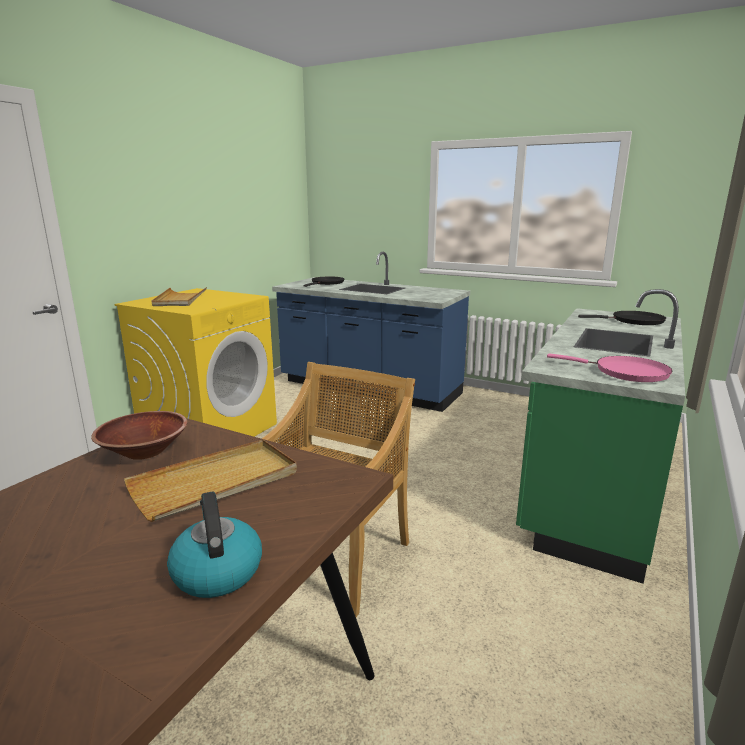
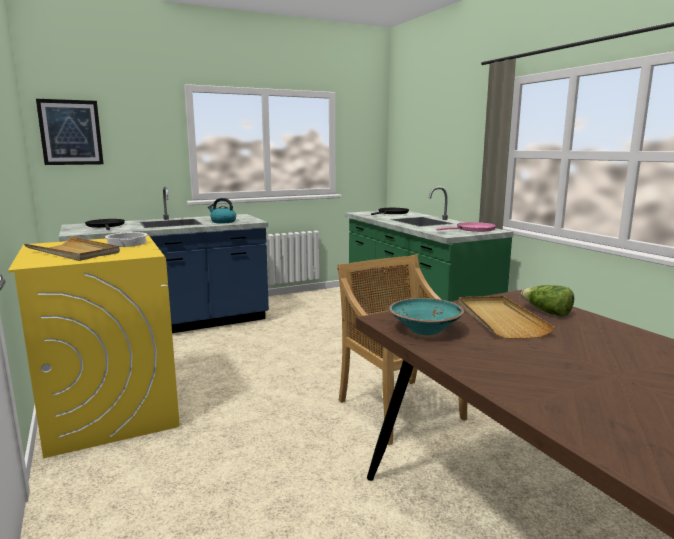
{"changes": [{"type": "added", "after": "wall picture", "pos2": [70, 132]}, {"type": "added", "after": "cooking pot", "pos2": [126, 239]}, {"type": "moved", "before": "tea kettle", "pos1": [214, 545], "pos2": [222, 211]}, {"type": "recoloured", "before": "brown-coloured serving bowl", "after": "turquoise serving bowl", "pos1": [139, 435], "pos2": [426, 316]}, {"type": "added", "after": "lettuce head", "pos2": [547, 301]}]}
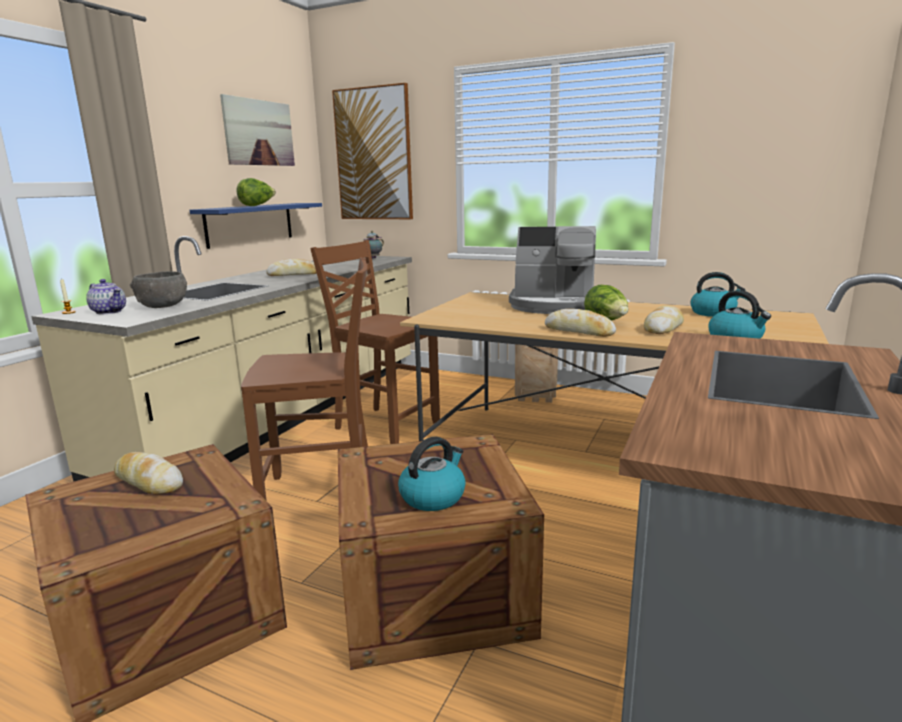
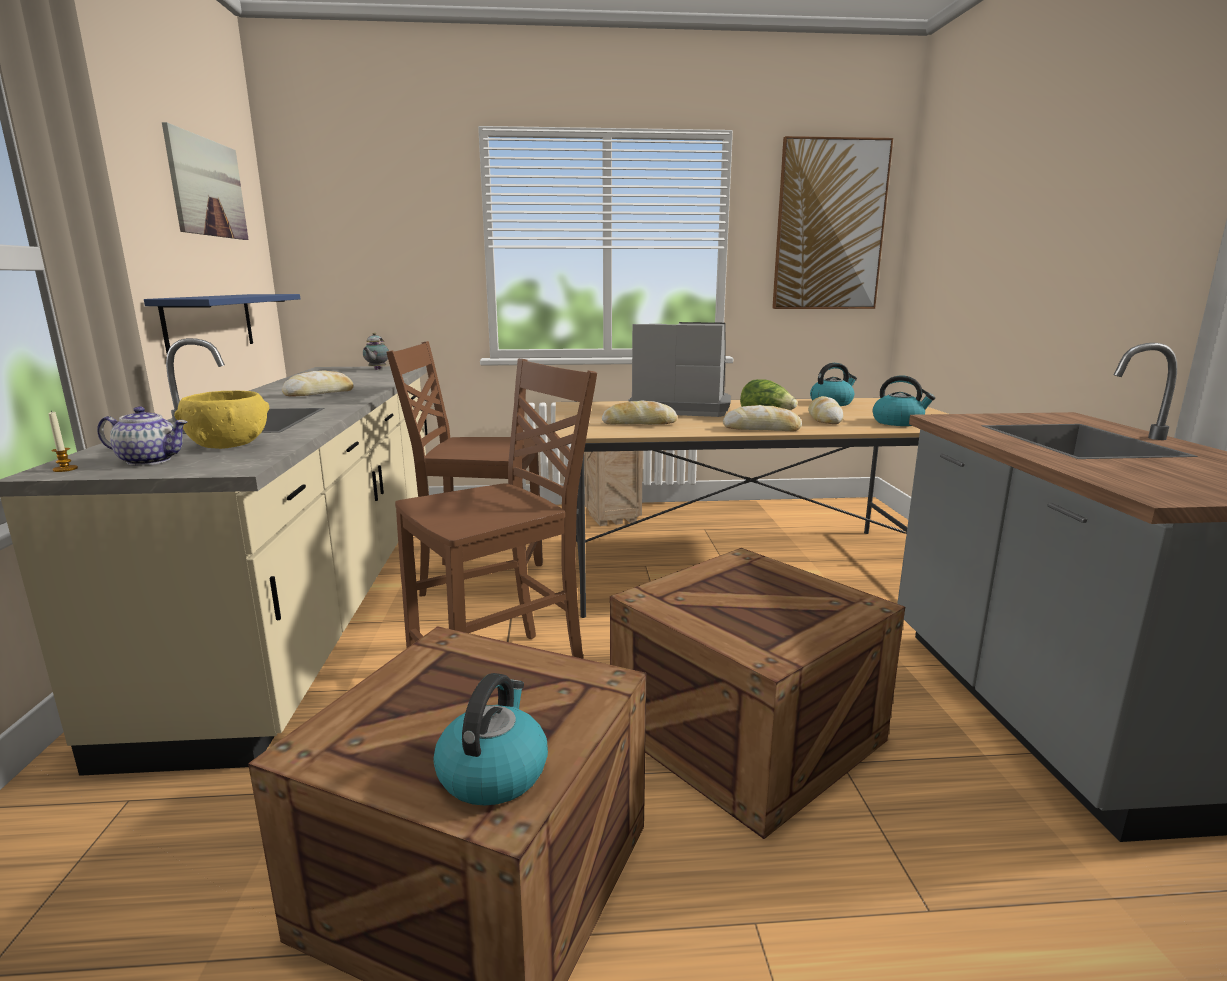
{"changes": [{"type": "recoloured", "before": "gray serving bowl", "after": "yellowish serving bowl", "pos1": [158, 289], "pos2": [221, 420]}, {"type": "moved", "before": "tea kettle", "pos1": [432, 474], "pos2": [490, 739]}, {"type": "moved", "before": "baked bread", "pos1": [148, 473], "pos2": [639, 413]}, {"type": "turned", "before": "coffee maker", "pos1": [552, 270], "pos2": [680, 369], "turn": -150}, {"type": "moved", "before": "wall picture", "pos1": [372, 151], "pos2": [832, 222]}, {"type": "removed", "before": "lettuce head", "pos1": [256, 192]}]}
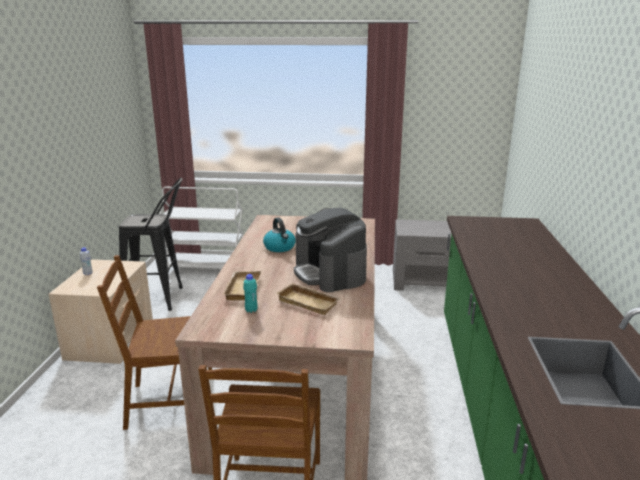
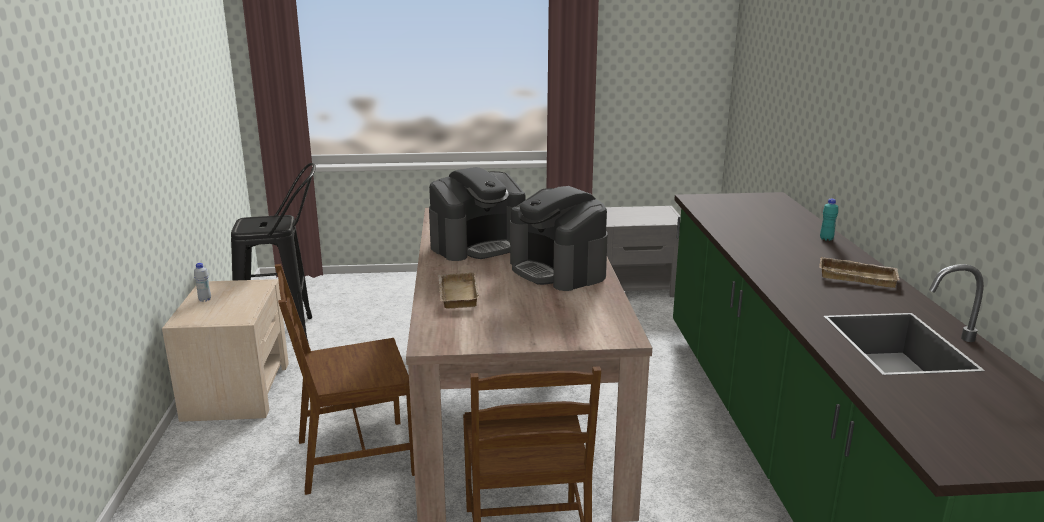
{"changes": [{"type": "replaced", "before": "tea kettle", "after": "coffee maker", "pos1": [279, 234], "pos2": [477, 214]}, {"type": "moved", "before": "sand-coloured serving tray", "pos1": [308, 299], "pos2": [859, 272]}, {"type": "moved", "before": "turquoise bottle", "pos1": [250, 293], "pos2": [829, 220]}, {"type": "removed", "before": "white-coloured cart", "pos1": [202, 230]}]}
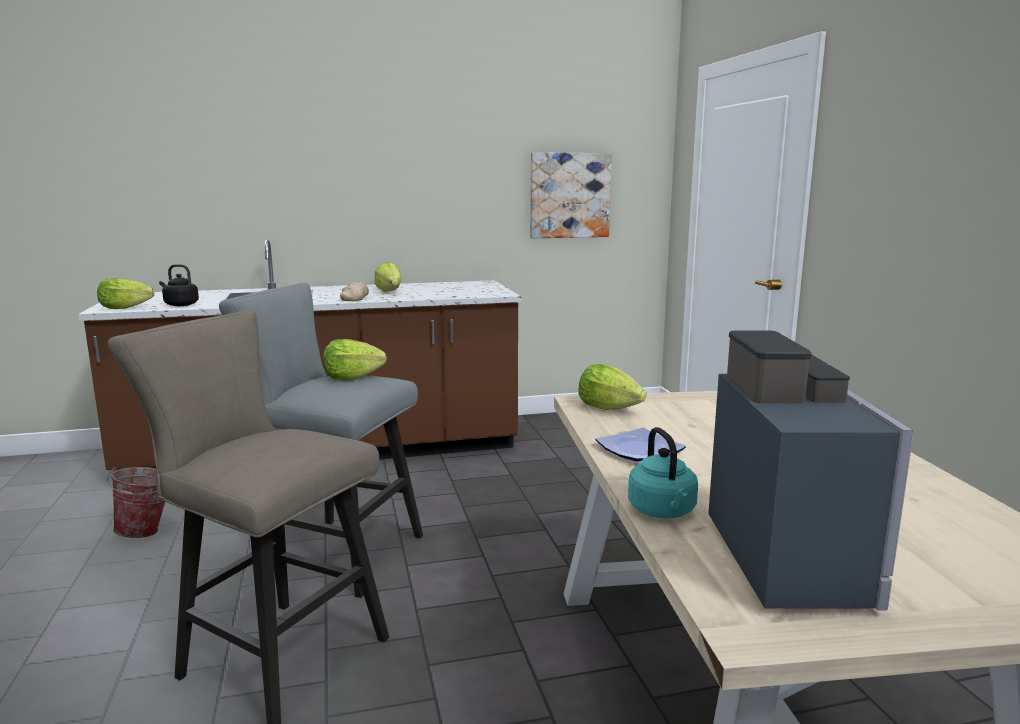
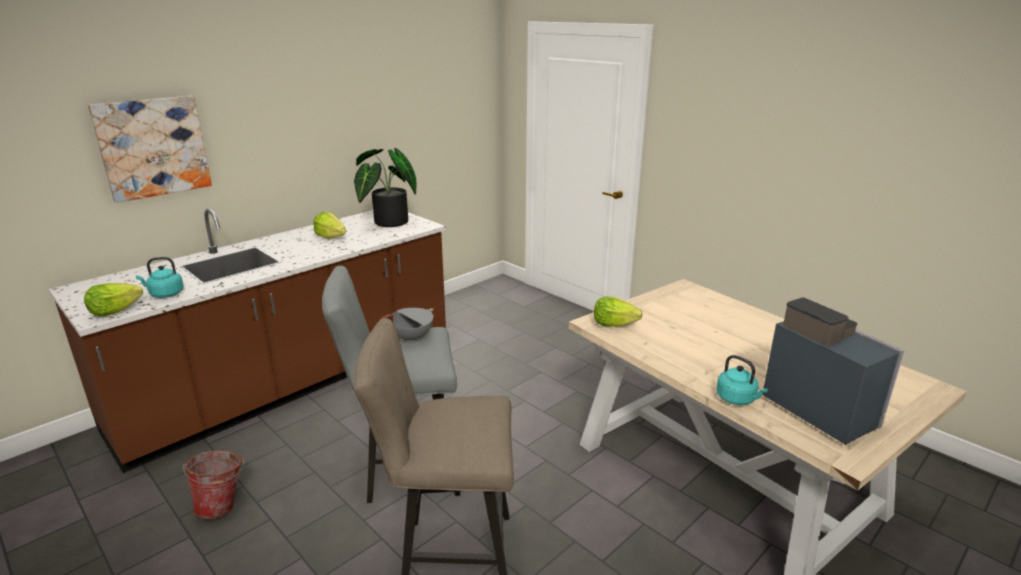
{"changes": [{"type": "moved", "before": "wall picture", "pos1": [571, 195], "pos2": [150, 149]}, {"type": "recoloured", "before": "black tea kettle", "after": "turquoise tea kettle", "pos1": [179, 285], "pos2": [160, 277]}, {"type": "added", "after": "plant in a pot", "pos2": [385, 187]}, {"type": "replaced", "before": "lettuce head", "after": "gray cooking pot", "pos1": [355, 359], "pos2": [407, 325]}, {"type": "removed", "before": "baked bread", "pos1": [354, 291]}, {"type": "removed", "before": "flat dish", "pos1": [640, 444]}]}
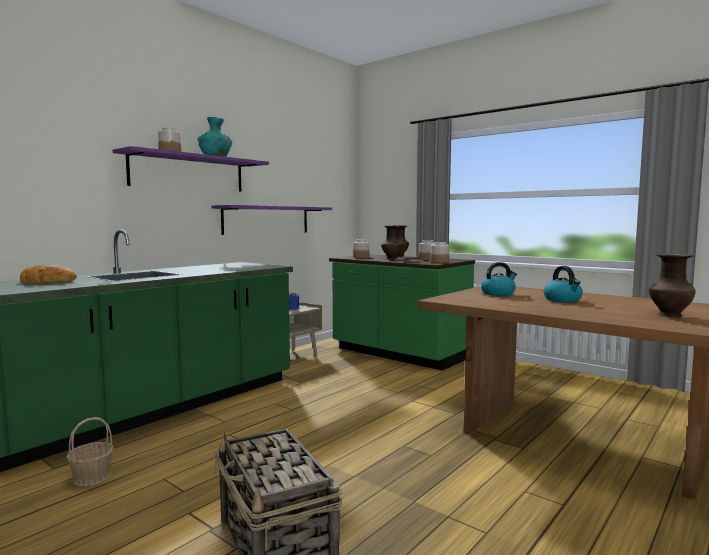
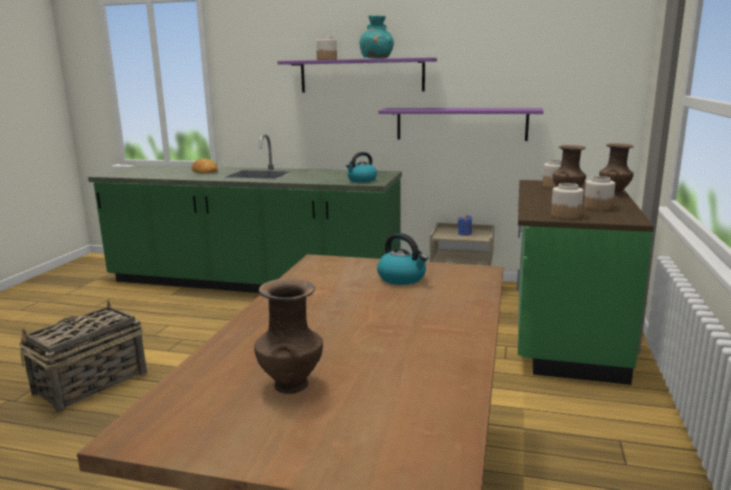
{"changes": [{"type": "moved", "before": "tea kettle", "pos1": [563, 284], "pos2": [361, 167]}, {"type": "removed", "before": "household basket", "pos1": [90, 451]}]}
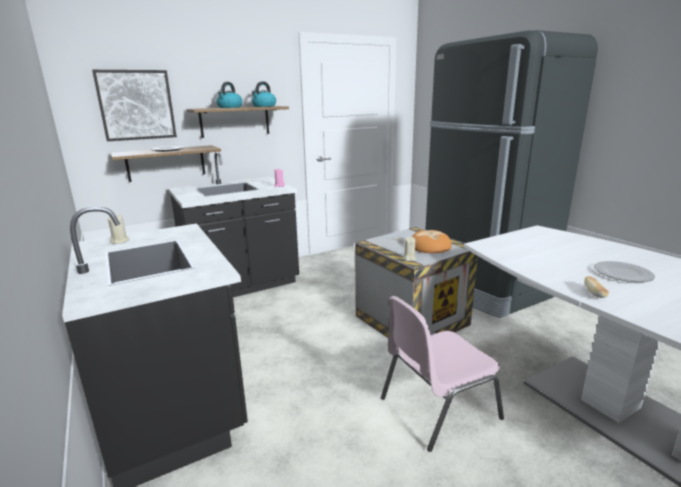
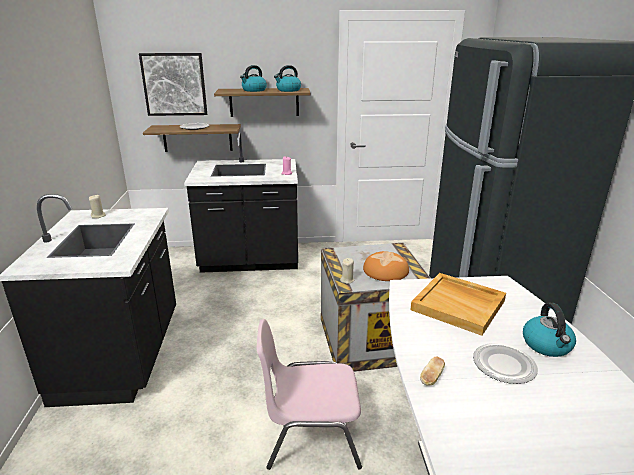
{"changes": [{"type": "added", "after": "sand-coloured serving tray", "pos2": [458, 304]}, {"type": "added", "after": "tea kettle", "pos2": [549, 330]}]}
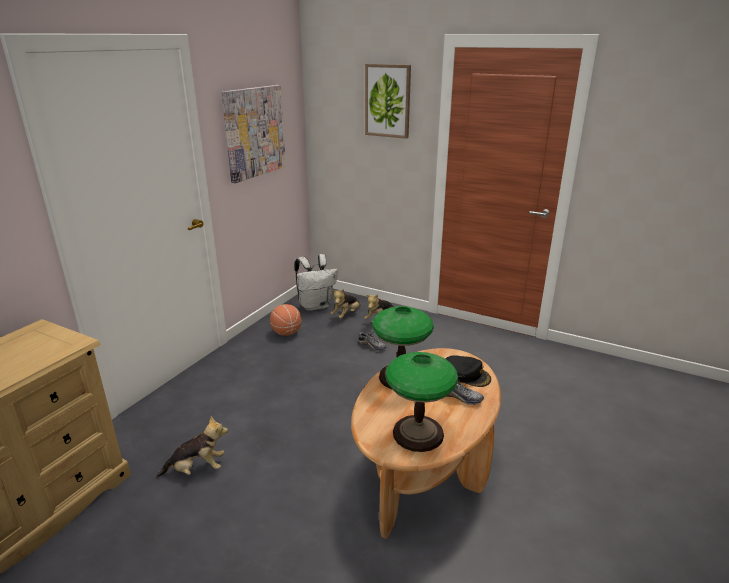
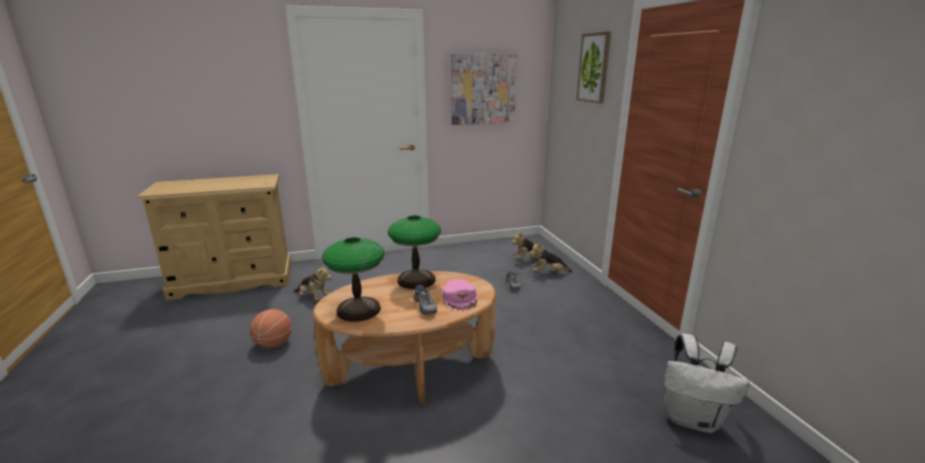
{"changes": [{"type": "moved", "before": "basketball ball", "pos1": [285, 320], "pos2": [271, 328]}, {"type": "recoloured", "before": "black peaked cap", "after": "pinkish peaked cap", "pos1": [468, 371], "pos2": [459, 295]}, {"type": "moved", "before": "white-coloured backpack", "pos1": [315, 282], "pos2": [707, 383]}]}
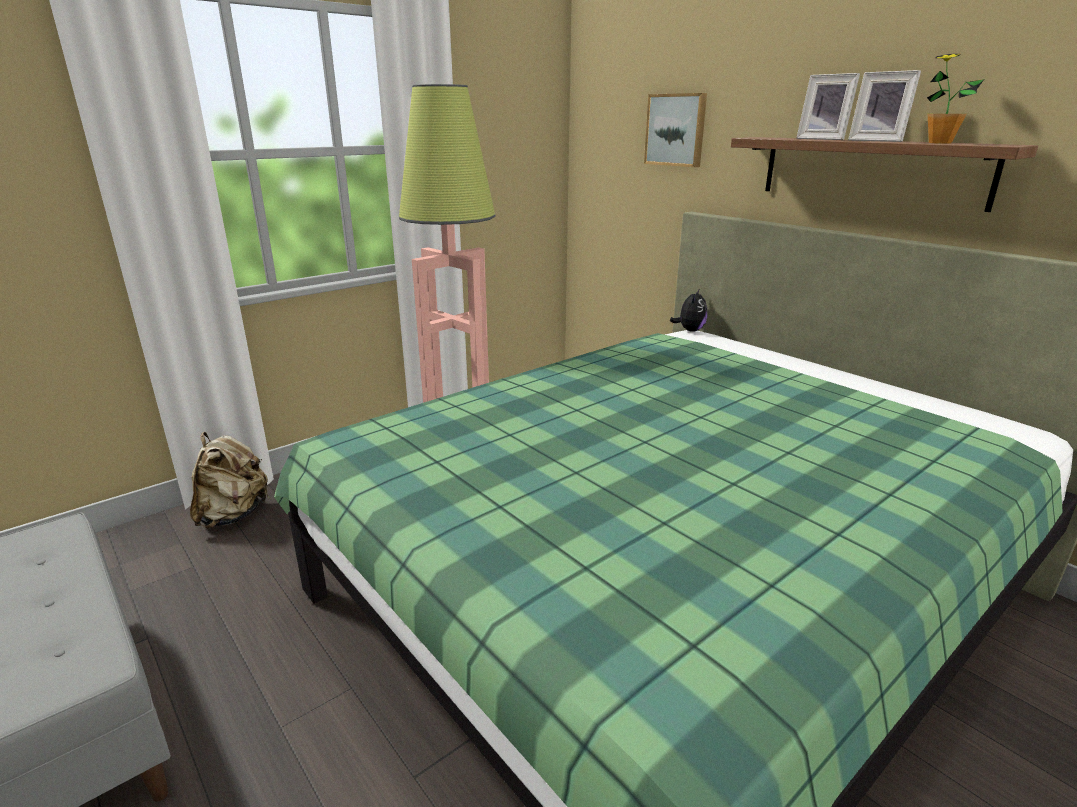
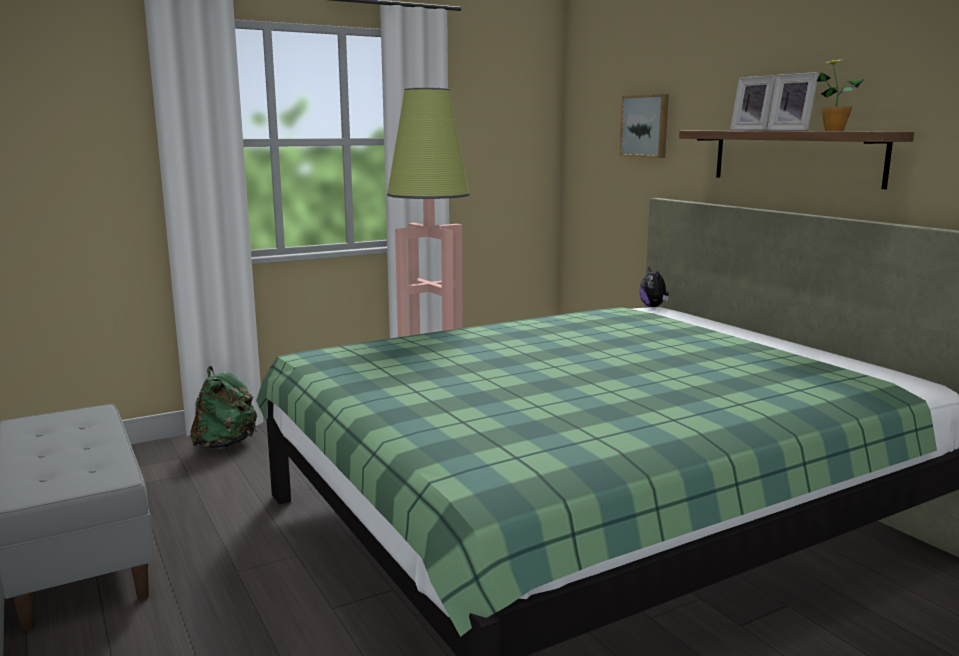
{"changes": [{"type": "recoloured", "before": "sand-coloured backpack", "after": "green-coloured backpack", "pos1": [230, 480], "pos2": [223, 407]}, {"type": "turned", "before": "soft toy", "pos1": [688, 310], "pos2": [654, 287], "turn": 135}]}
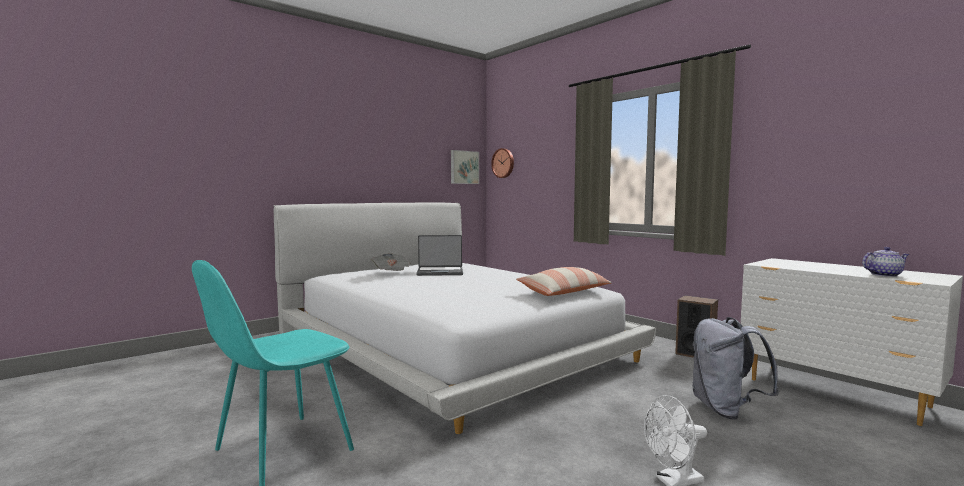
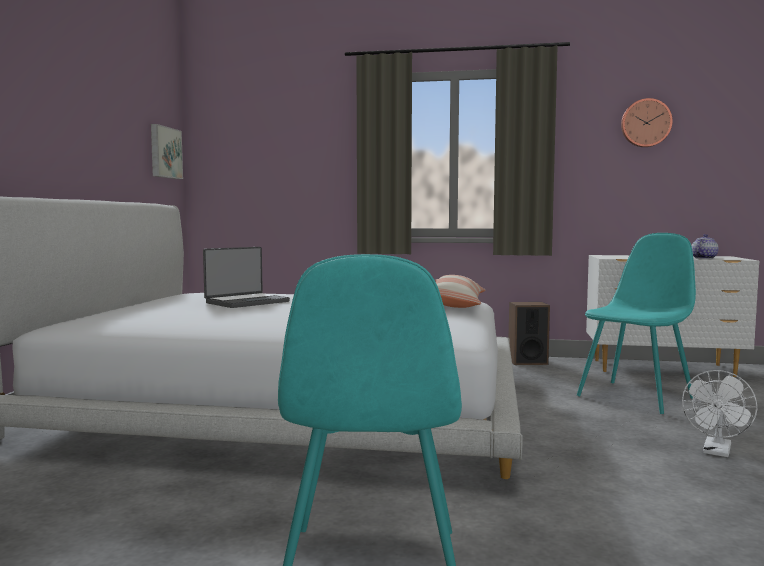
{"changes": [{"type": "replaced", "before": "gray backpack", "after": "turquoise plain chair", "pos1": [736, 368], "pos2": [636, 323]}, {"type": "moved", "before": "clock on the wall", "pos1": [502, 163], "pos2": [647, 122]}, {"type": "removed", "before": "daily paper", "pos1": [391, 262]}]}
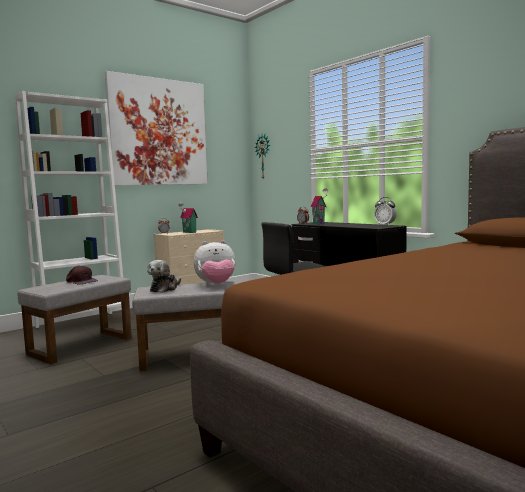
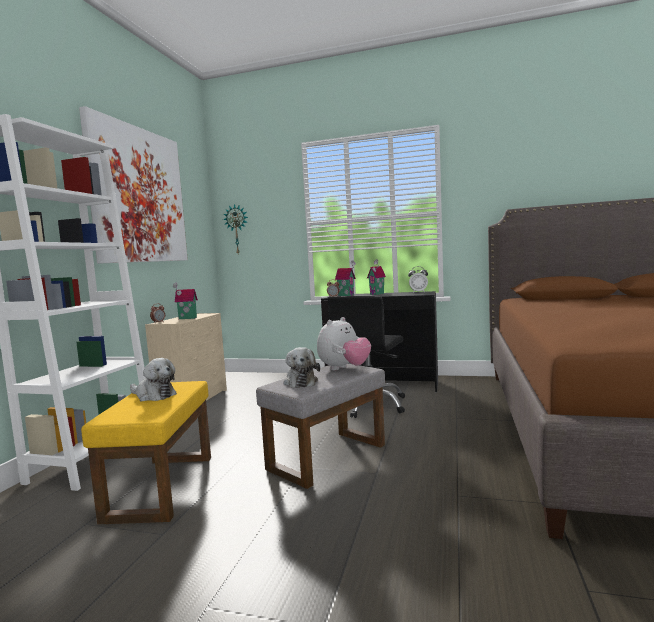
{"changes": [{"type": "recoloured", "before": "gray ottoman", "after": "yellowish ottoman", "pos1": [74, 320], "pos2": [146, 453]}, {"type": "replaced", "before": "brown-coloured peaked cap", "after": "soft toy", "pos1": [82, 275], "pos2": [153, 379]}, {"type": "added", "after": "model house", "pos2": [376, 277]}]}
